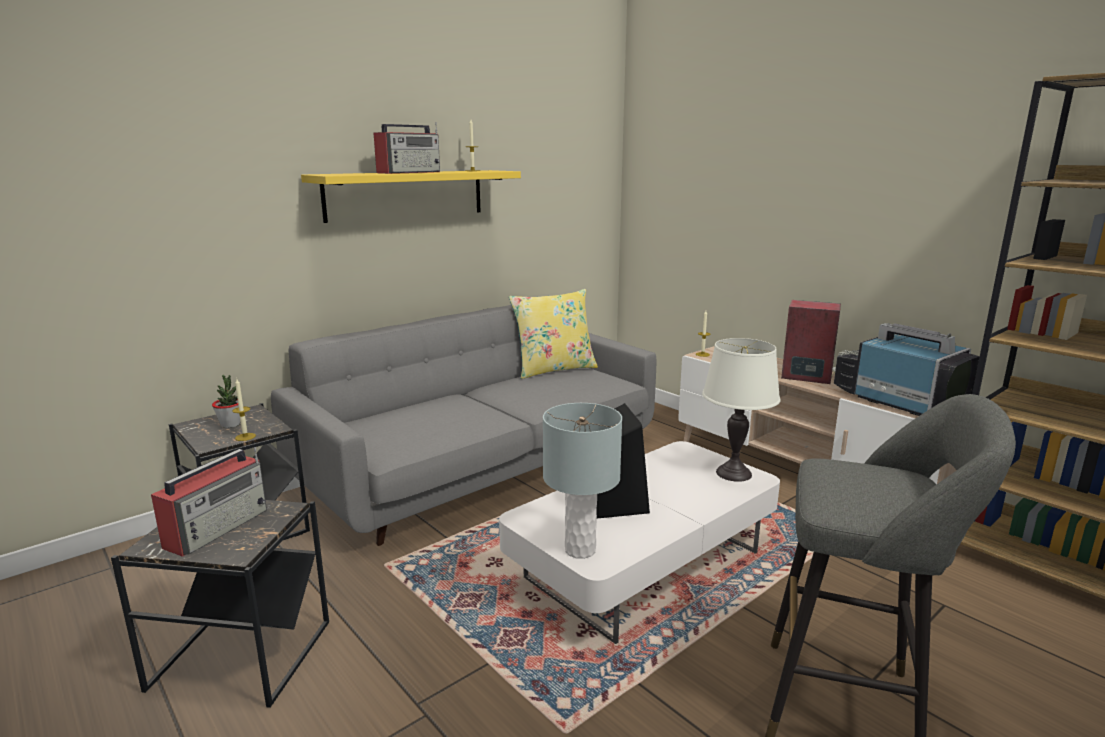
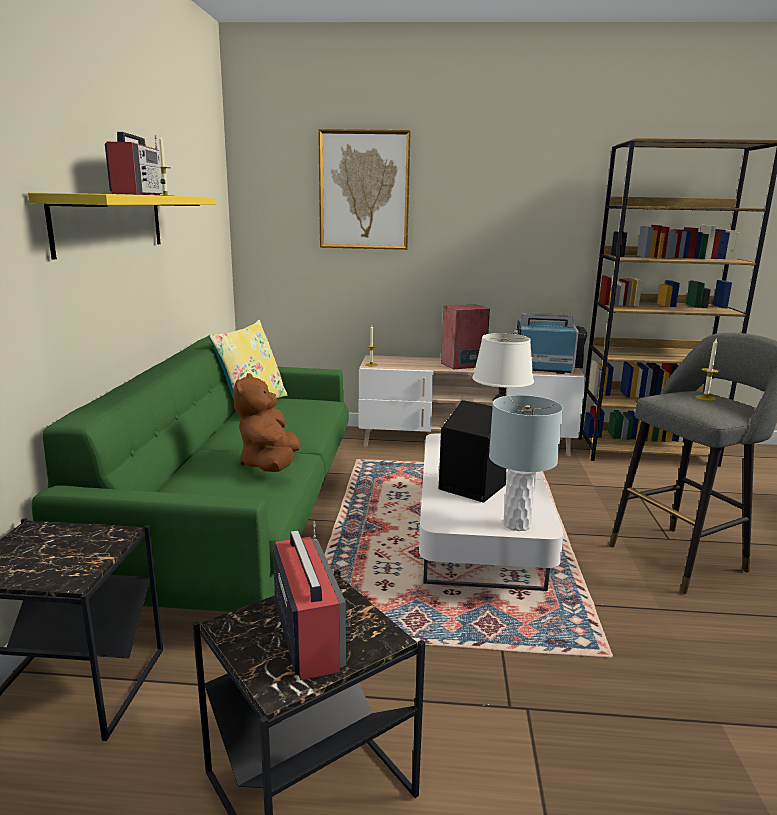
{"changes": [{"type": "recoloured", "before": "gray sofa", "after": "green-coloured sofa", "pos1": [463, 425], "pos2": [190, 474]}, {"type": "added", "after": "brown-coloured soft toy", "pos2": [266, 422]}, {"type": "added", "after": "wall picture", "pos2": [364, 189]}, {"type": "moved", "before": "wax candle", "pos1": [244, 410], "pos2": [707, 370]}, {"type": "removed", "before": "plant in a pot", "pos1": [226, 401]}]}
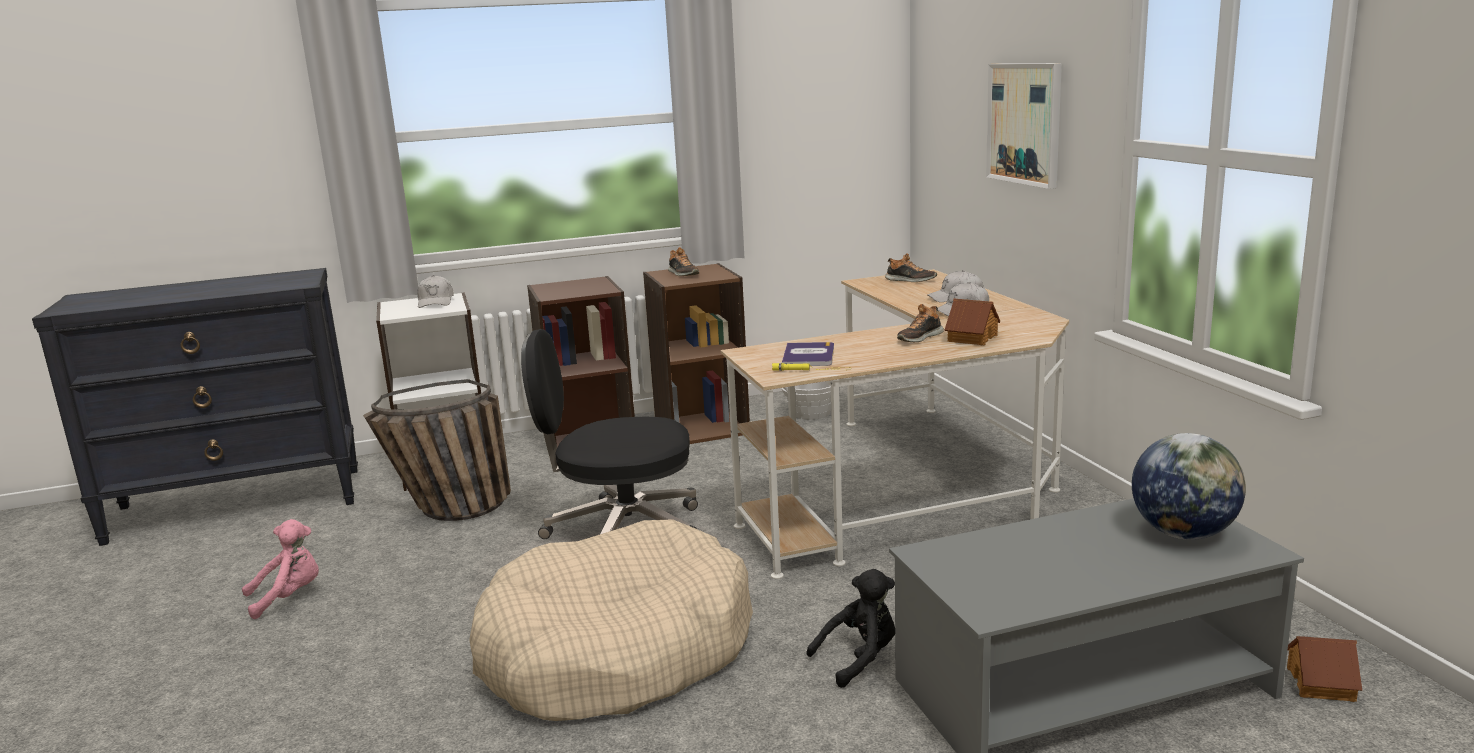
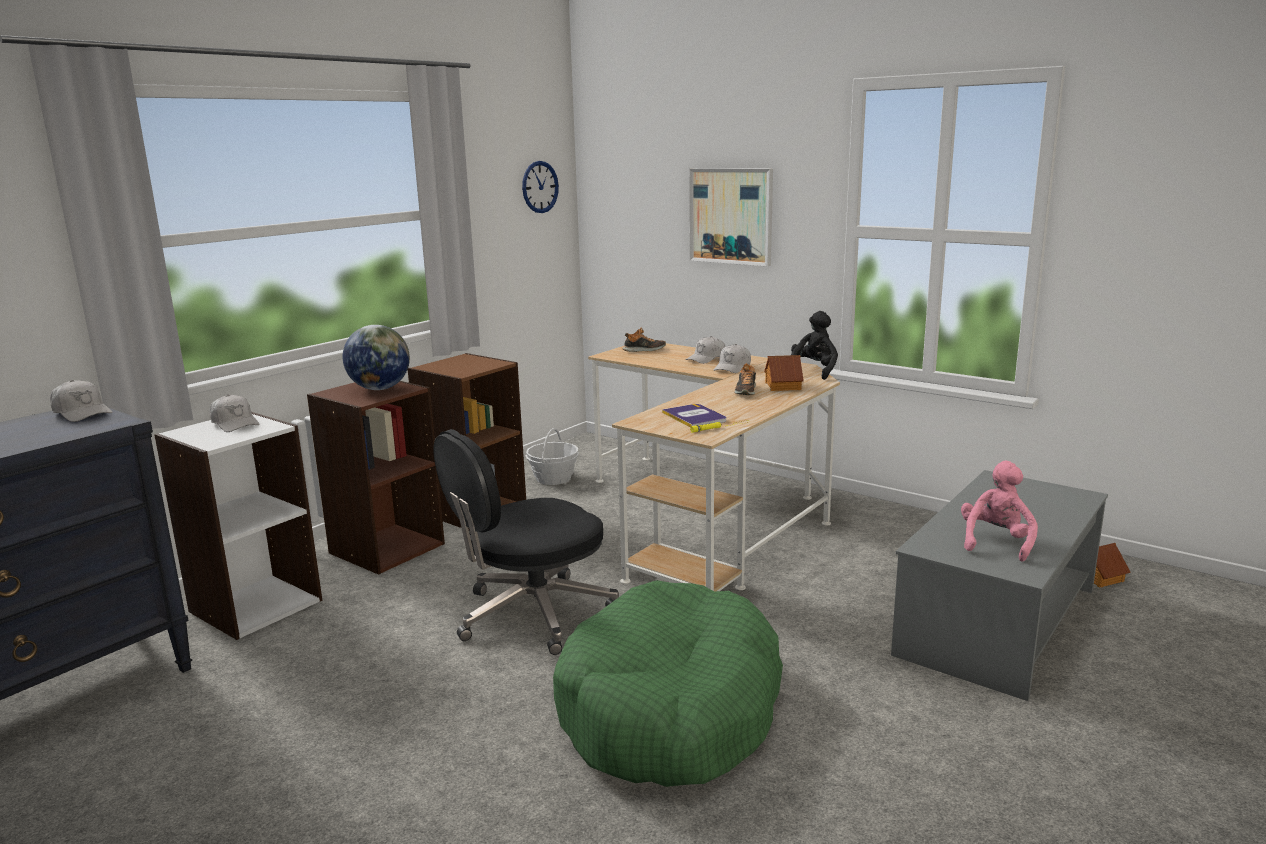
{"changes": [{"type": "added", "after": "white-coloured peaked cap", "pos2": [81, 401]}, {"type": "moved", "before": "world globe", "pos1": [1189, 486], "pos2": [376, 357]}, {"type": "added", "after": "clock on the wall", "pos2": [540, 187]}, {"type": "recoloured", "before": "sand-coloured dog bed", "after": "green-coloured dog bed", "pos1": [611, 620], "pos2": [668, 683]}, {"type": "moved", "before": "black soft toy", "pos1": [851, 628], "pos2": [814, 345]}, {"type": "moved", "before": "pinkish soft toy", "pos1": [280, 569], "pos2": [999, 511]}, {"type": "removed", "before": "household basket", "pos1": [437, 450]}, {"type": "removed", "before": "low shoe", "pos1": [684, 261]}]}
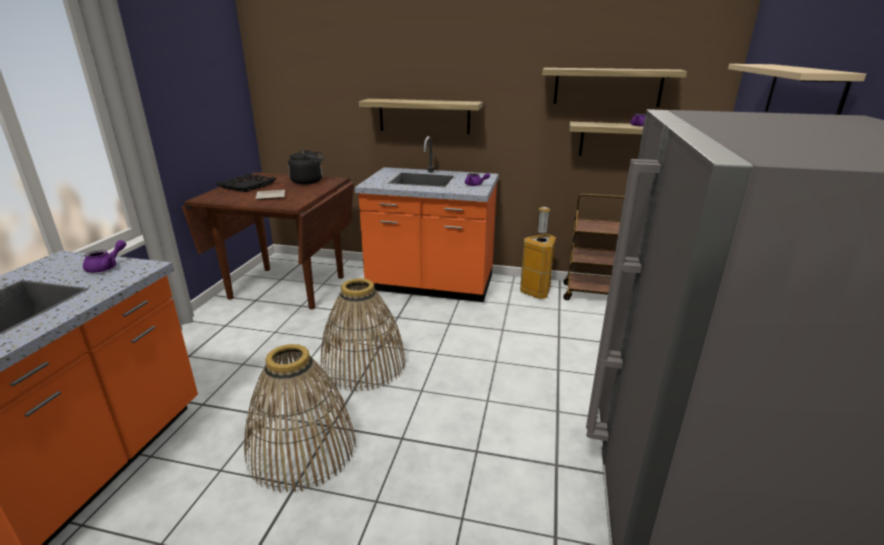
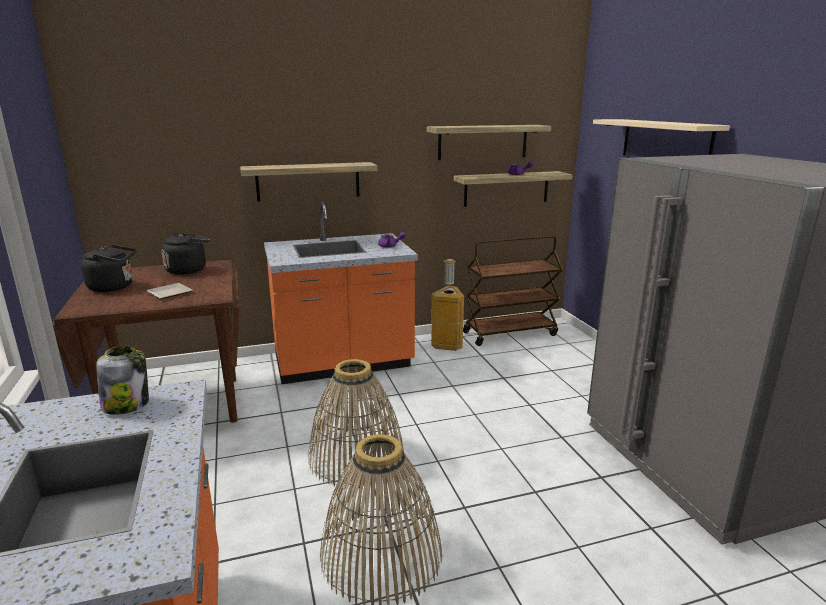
{"changes": [{"type": "replaced", "before": "black serving tray", "after": "black tea kettle", "pos1": [246, 182], "pos2": [109, 268]}, {"type": "replaced", "before": "purple pot for tea", "after": "jar", "pos1": [104, 256], "pos2": [122, 380]}]}
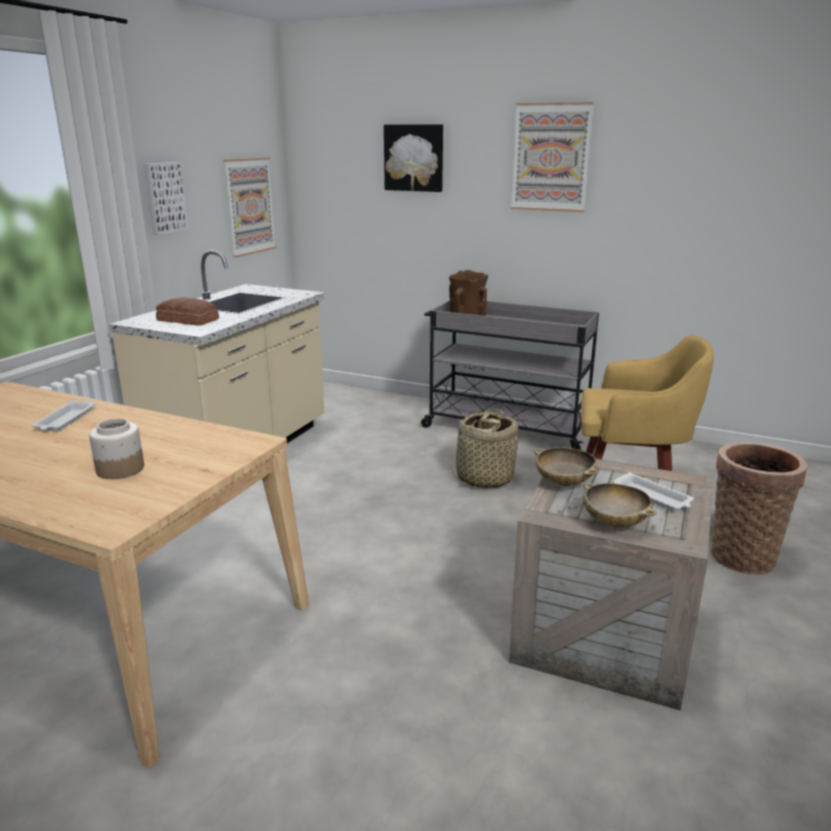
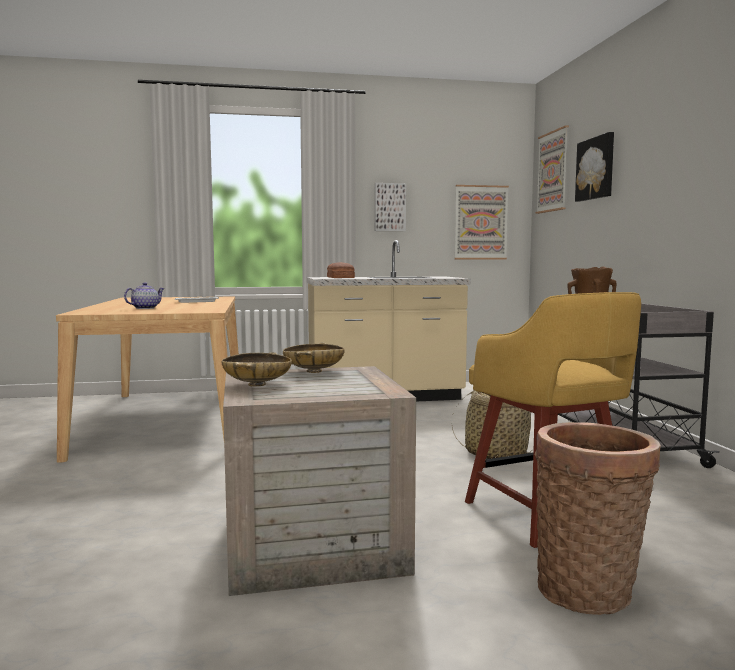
{"changes": [{"type": "replaced", "before": "jar", "after": "pot for tea", "pos1": [116, 448], "pos2": [144, 295]}, {"type": "moved", "before": "wall picture", "pos1": [552, 157], "pos2": [552, 169]}, {"type": "removed", "before": "white-coloured serving tray", "pos1": [653, 491]}]}
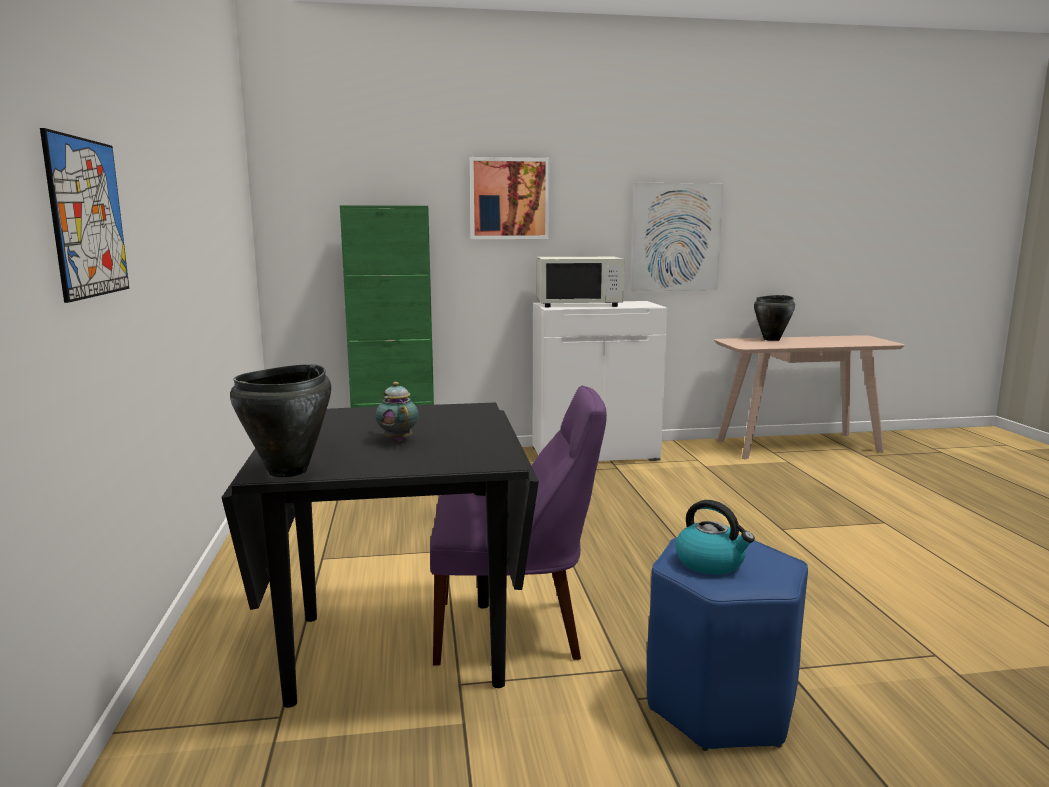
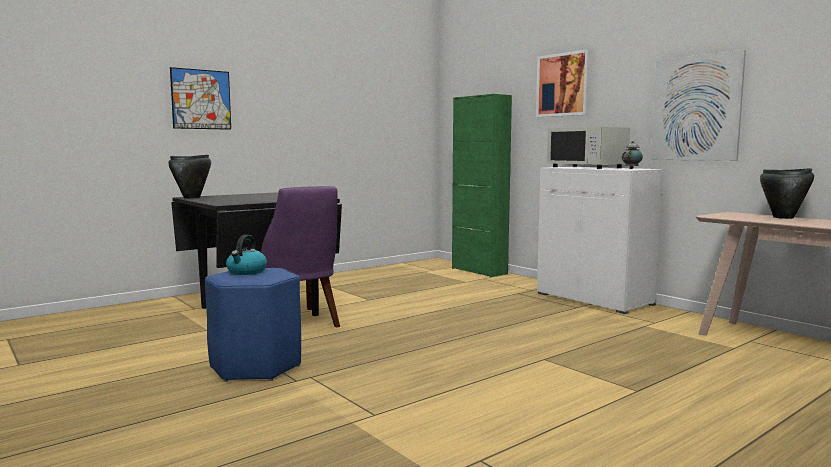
{"changes": [{"type": "moved", "before": "pot for tea", "pos1": [397, 412], "pos2": [632, 155]}]}
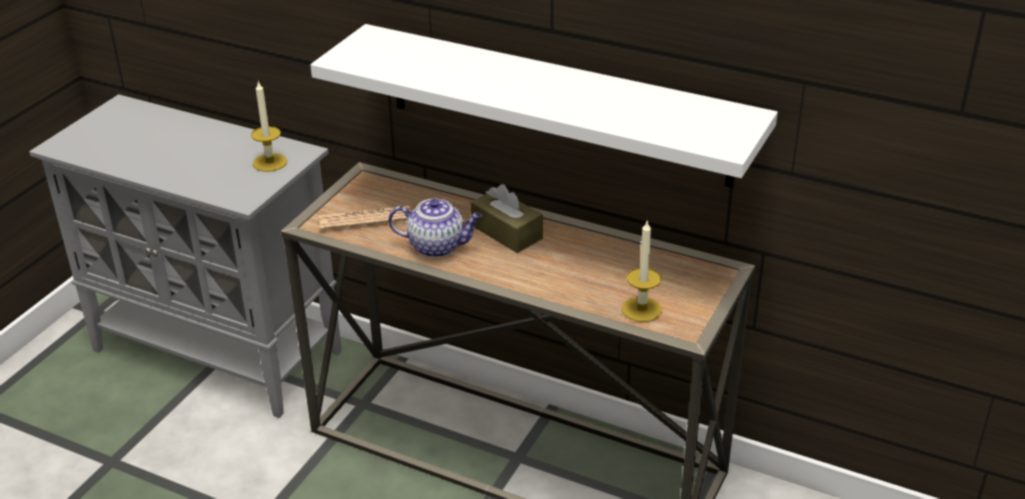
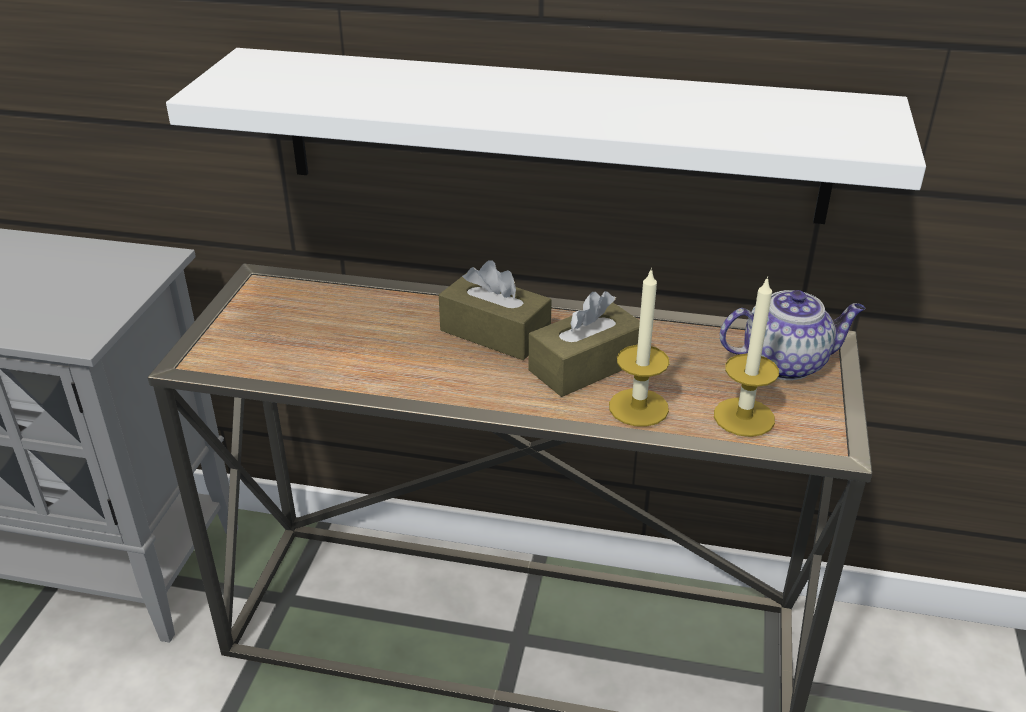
{"changes": [{"type": "added", "after": "brown-coloured tissue holder", "pos2": [584, 344]}, {"type": "moved", "before": "wax candle", "pos1": [269, 126], "pos2": [639, 347]}, {"type": "moved", "before": "pot for tea", "pos1": [435, 227], "pos2": [792, 335]}, {"type": "removed", "before": "daily paper", "pos1": [365, 218]}]}
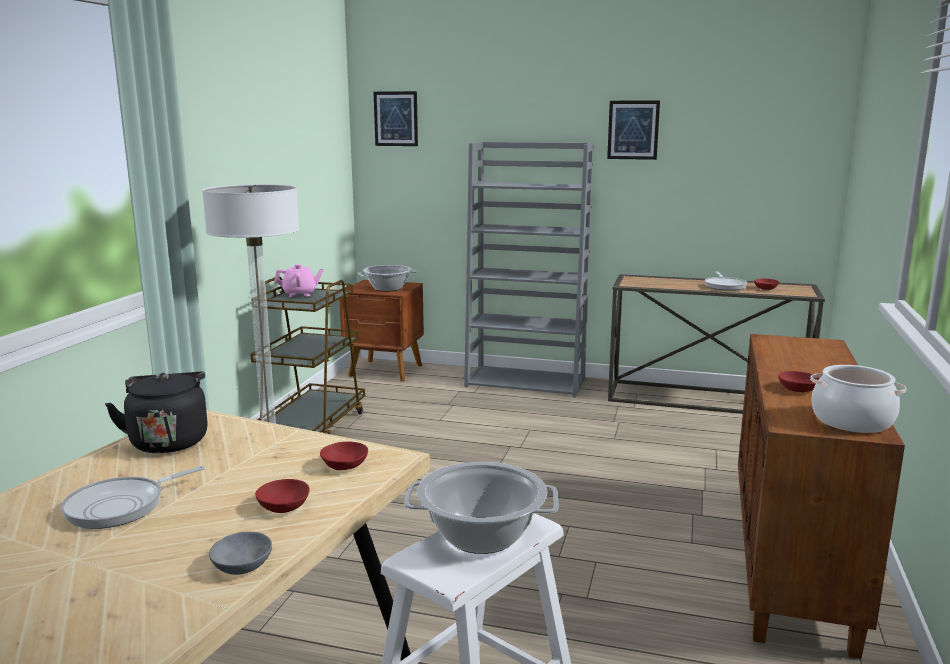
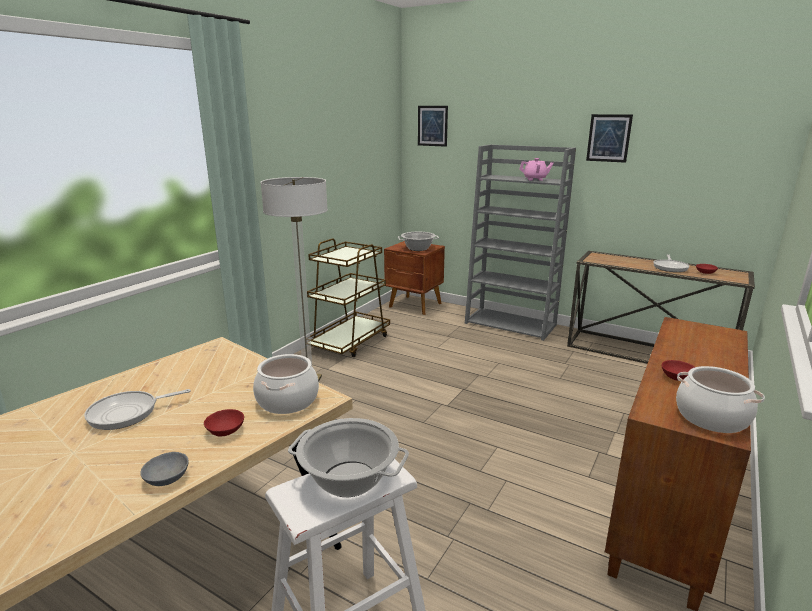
{"changes": [{"type": "replaced", "before": "red-coloured serving bowl", "after": "cooking pot", "pos1": [344, 456], "pos2": [286, 384]}, {"type": "moved", "before": "pinkish pot for tea", "pos1": [299, 280], "pos2": [536, 169]}, {"type": "removed", "before": "black tea kettle", "pos1": [156, 412]}]}
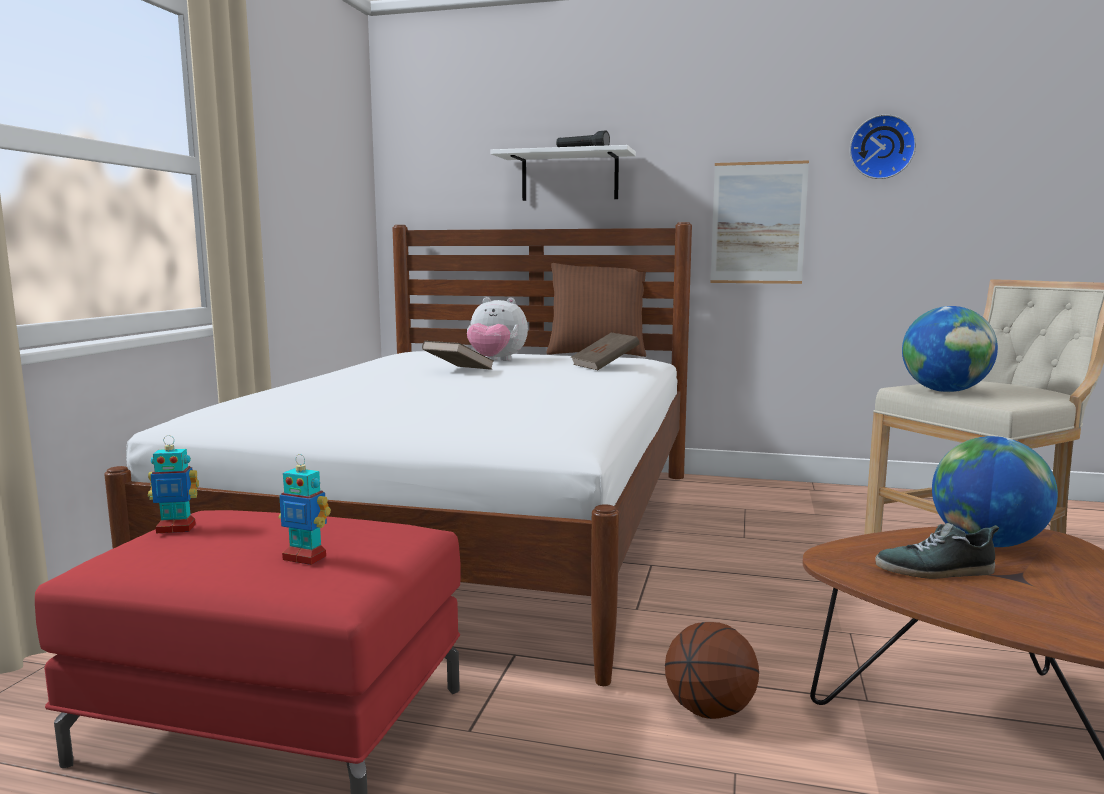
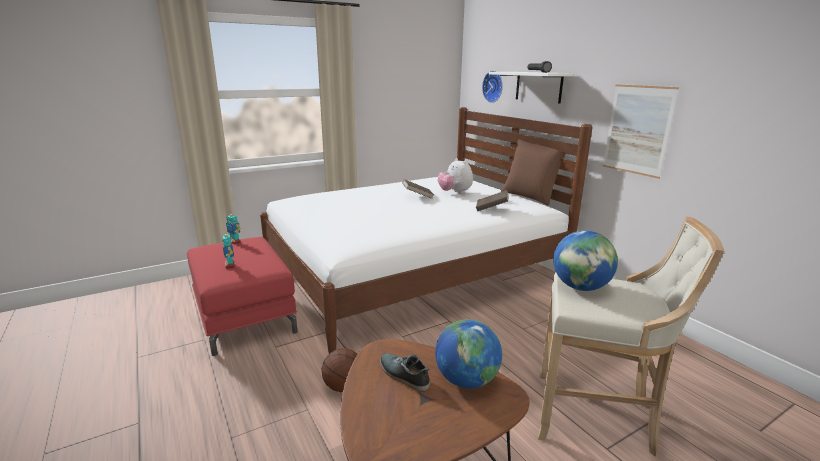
{"changes": [{"type": "moved", "before": "clock on the wall", "pos1": [882, 146], "pos2": [492, 87]}]}
